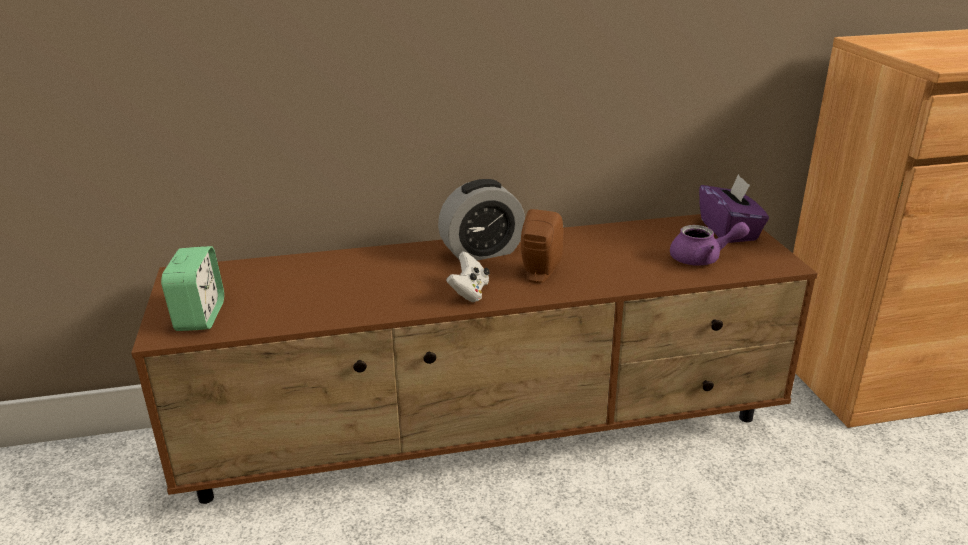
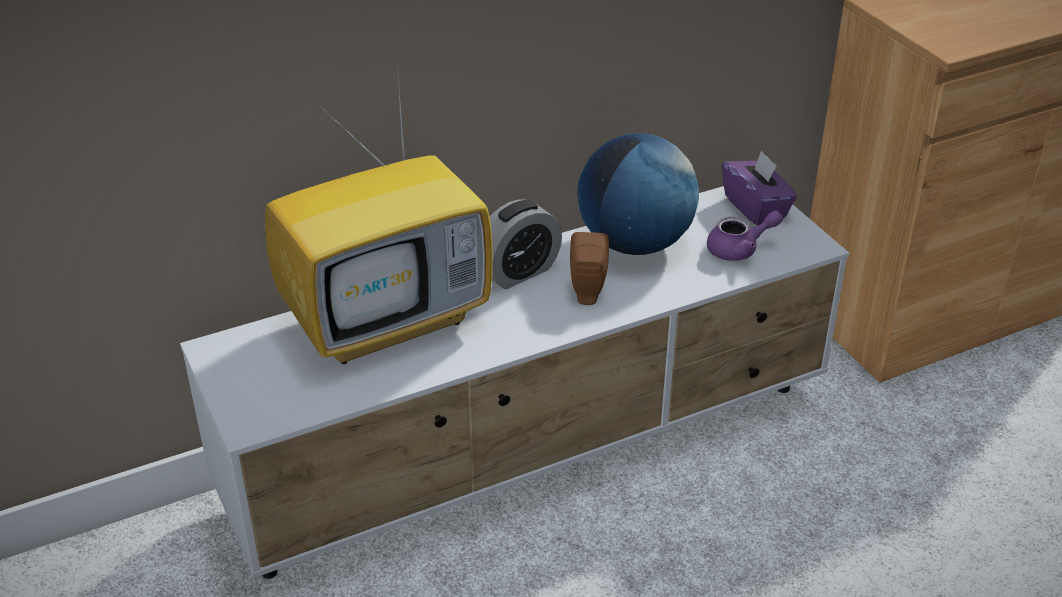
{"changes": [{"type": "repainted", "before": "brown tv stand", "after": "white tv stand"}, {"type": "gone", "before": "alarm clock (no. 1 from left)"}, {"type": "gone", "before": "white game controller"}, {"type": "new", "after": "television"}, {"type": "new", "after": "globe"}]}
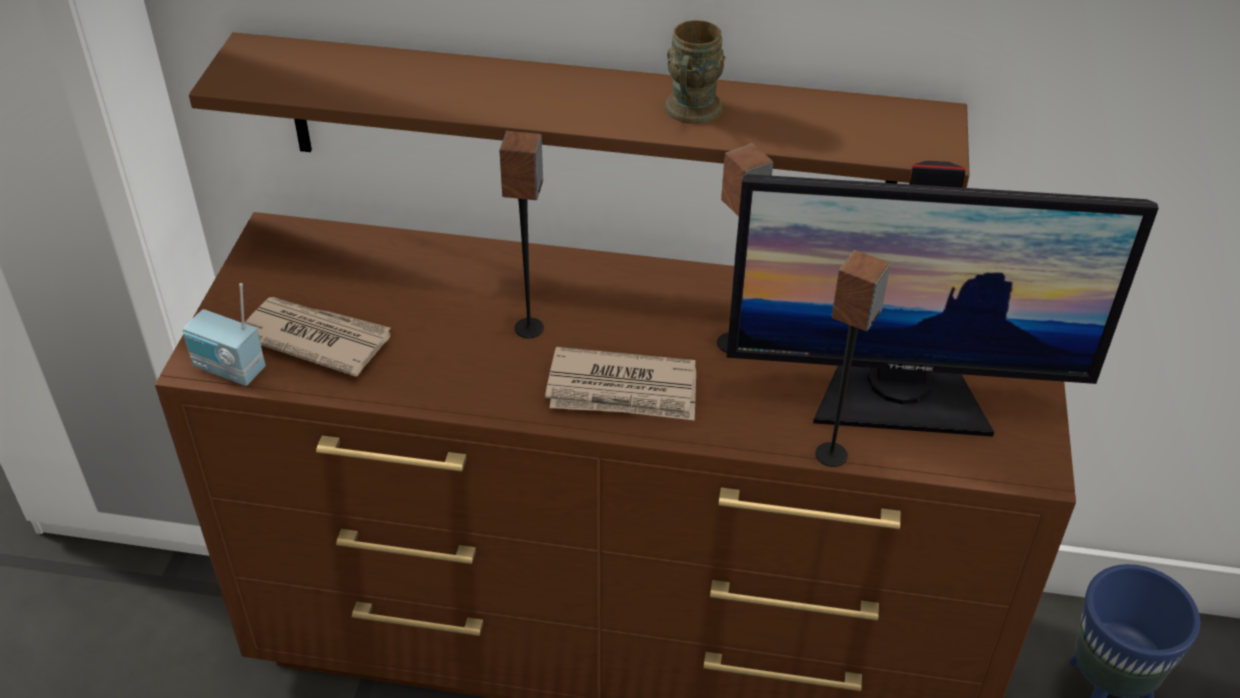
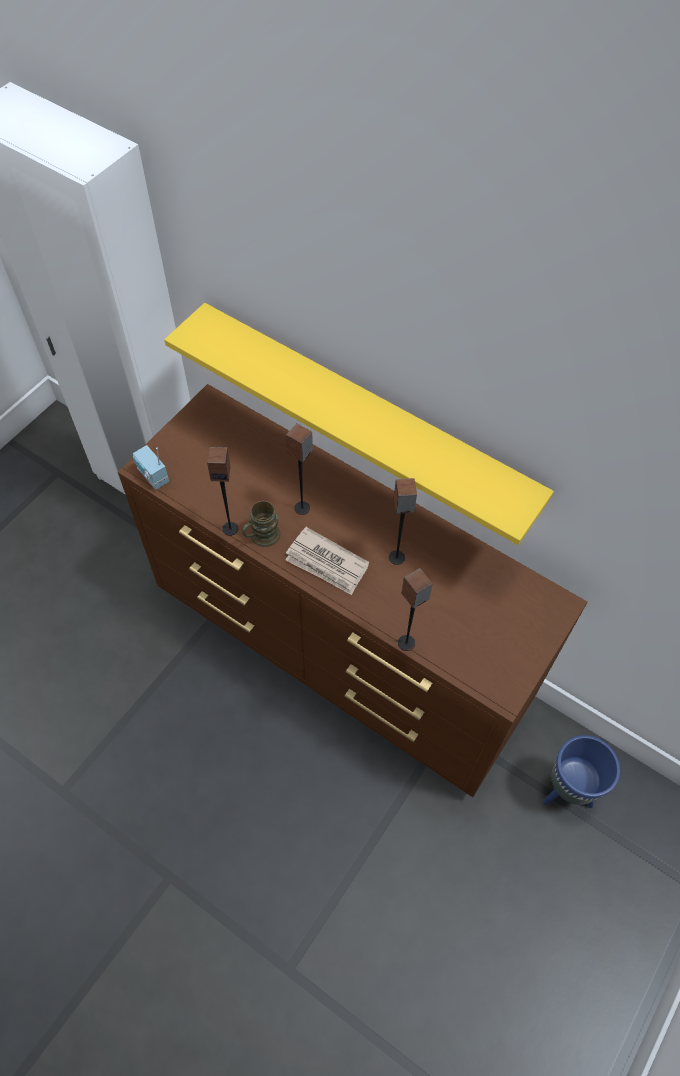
{"changes": [{"type": "repainted", "before": "brown shelf", "after": "yellow shelf"}, {"type": "gone", "before": "newspaper (no. 1 from left)"}, {"type": "shifted", "before": "brown mug"}, {"type": "gone", "before": "monitor"}, {"type": "new", "after": "speaker (no. 1 from left)"}]}
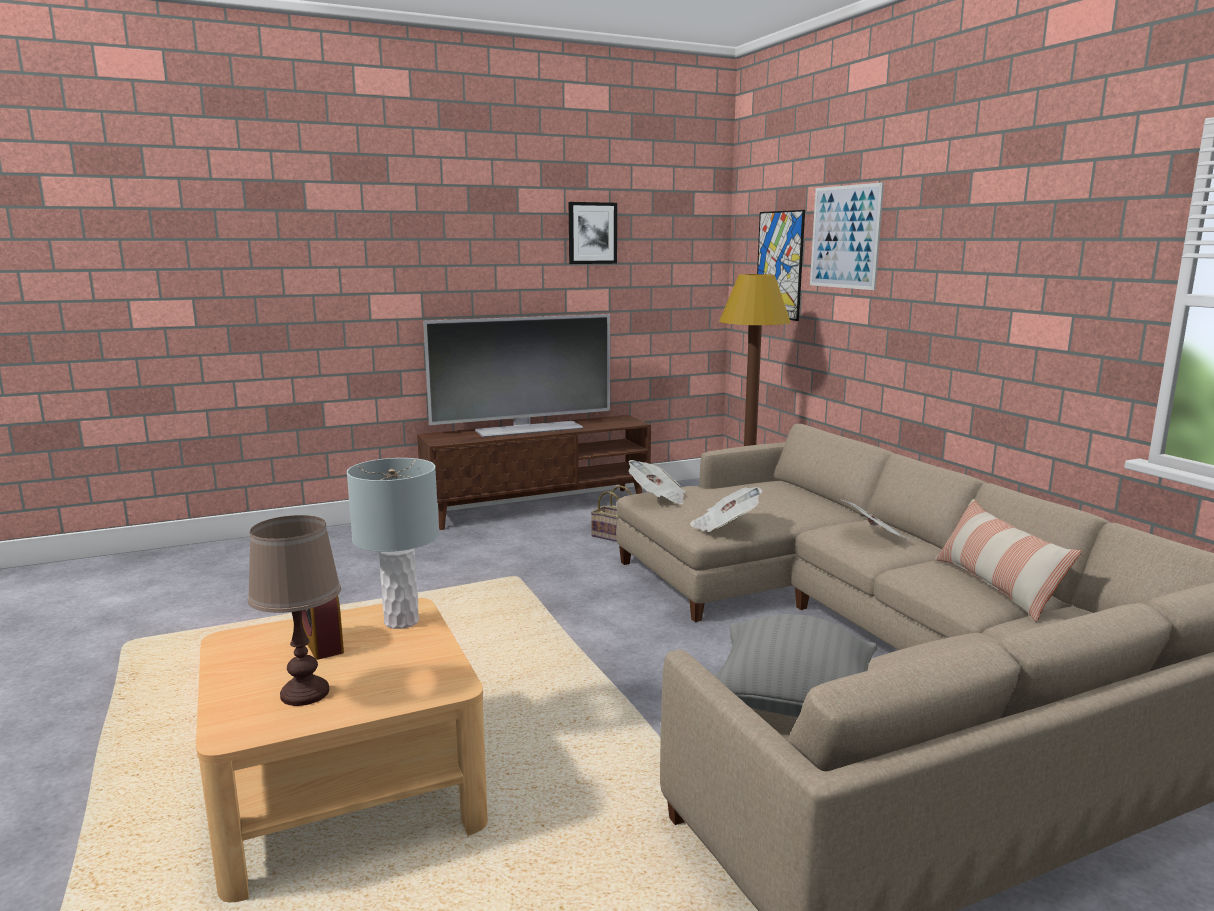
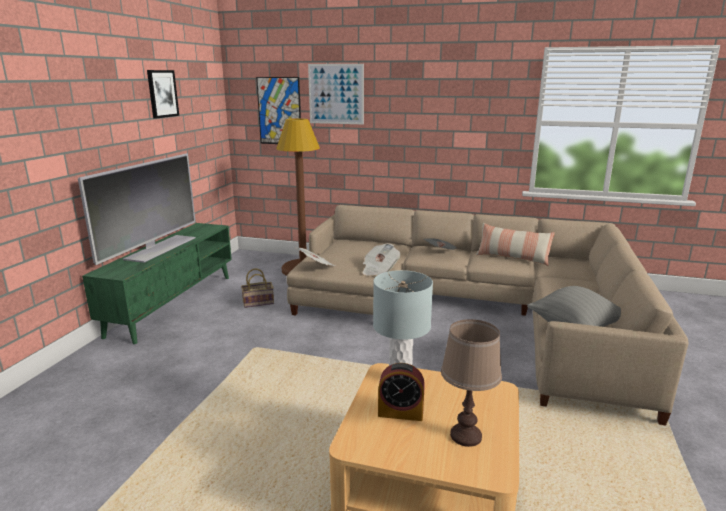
{"changes": [{"type": "repainted", "before": "brown tv stand", "after": "green tv stand"}]}
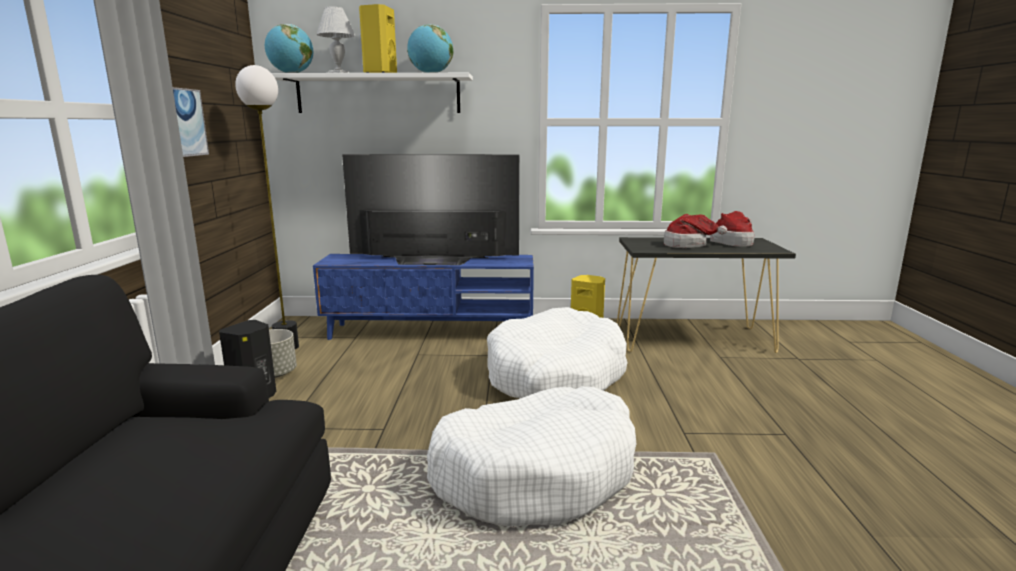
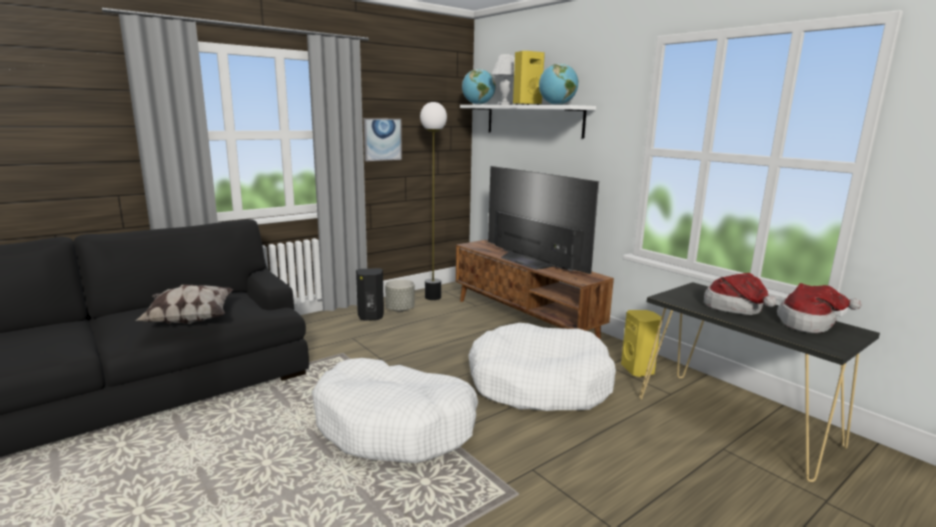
{"changes": [{"type": "repainted", "before": "blue tv stand", "after": "brown tv stand"}, {"type": "new", "after": "pillow"}]}
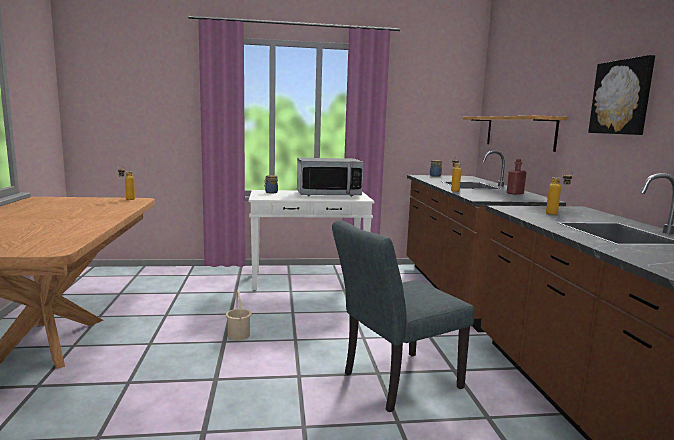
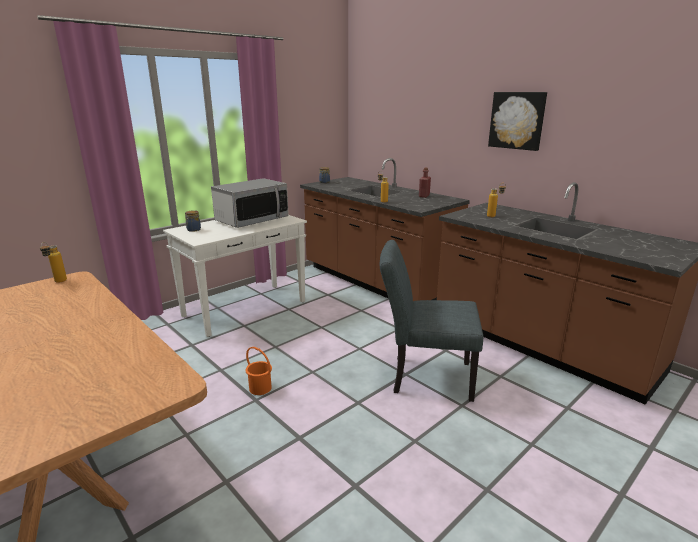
{"changes": [{"type": "repainted", "before": "beige bucket", "after": "orange bucket"}, {"type": "rotated", "before": "grey chair", "turn": 75}, {"type": "gone", "before": "shelf"}]}
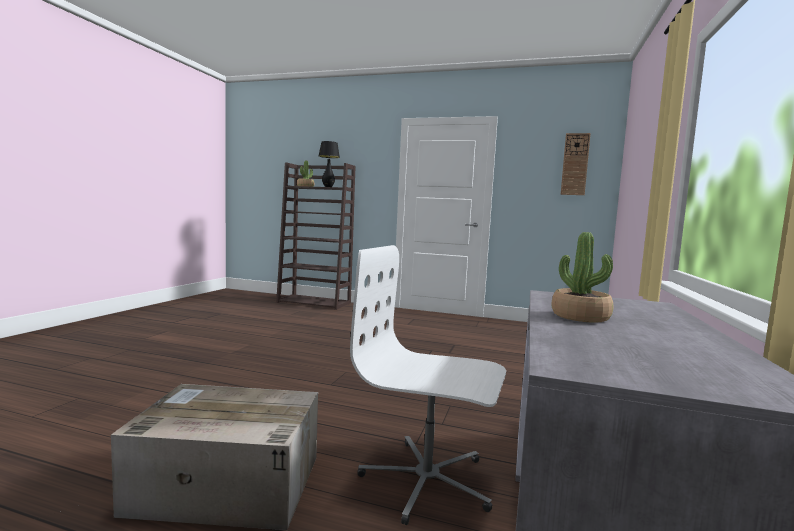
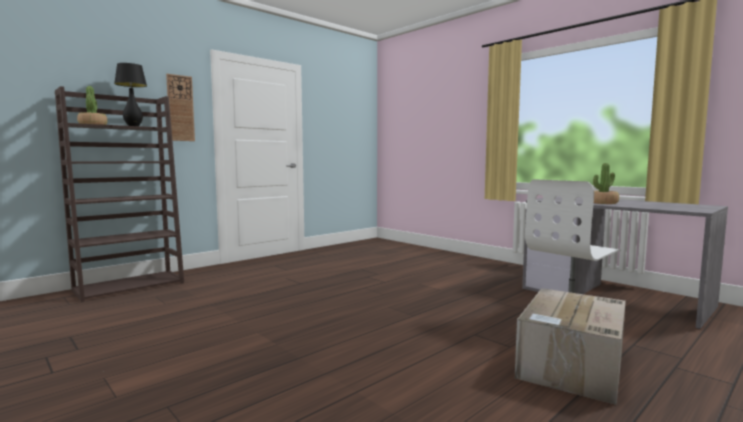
{"changes": [{"type": "shifted", "before": "wall clock"}]}
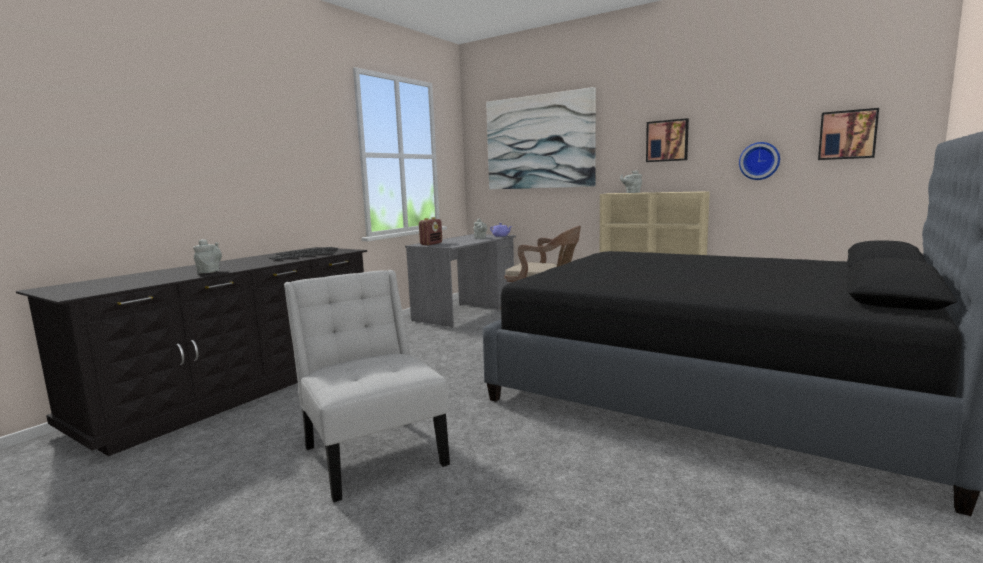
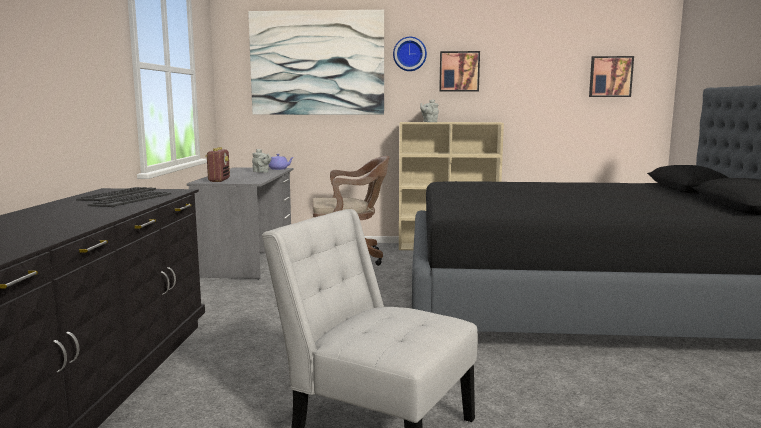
{"changes": [{"type": "gone", "before": "grey teapot (no. 1 from left)"}, {"type": "shifted", "before": "wall clock"}]}
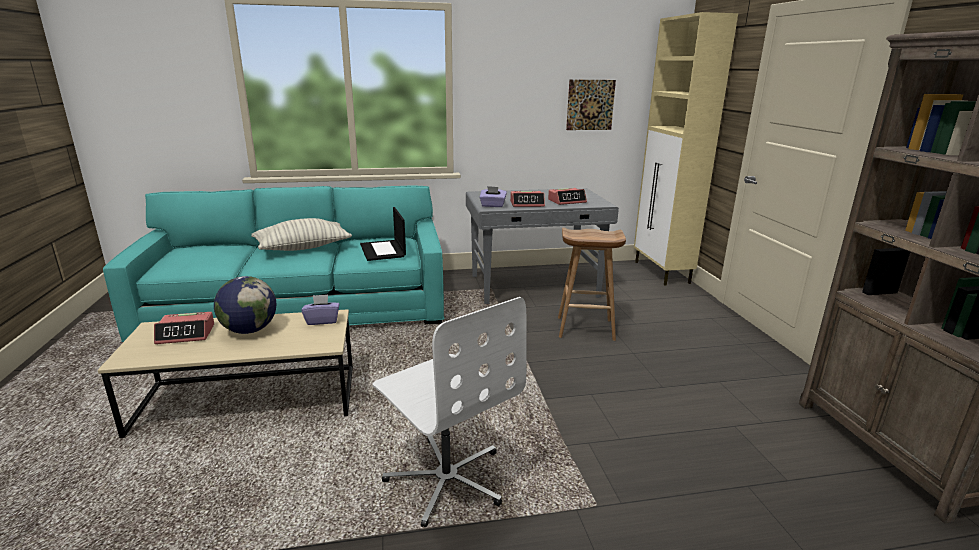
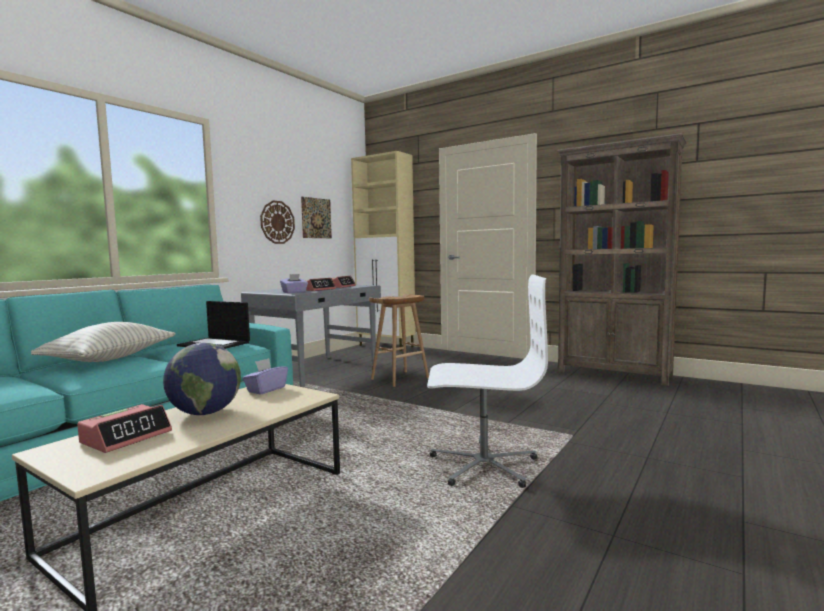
{"changes": [{"type": "new", "after": "wall clock"}]}
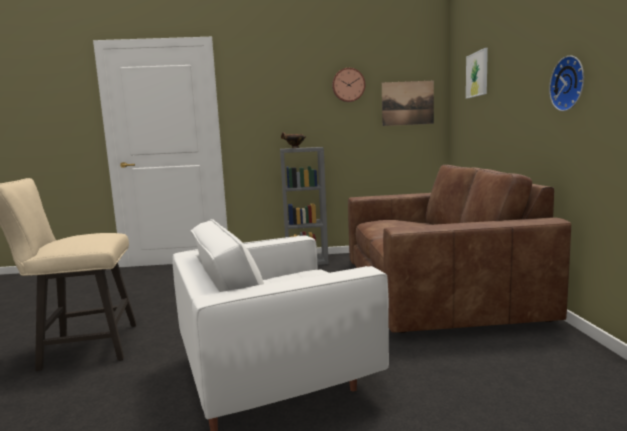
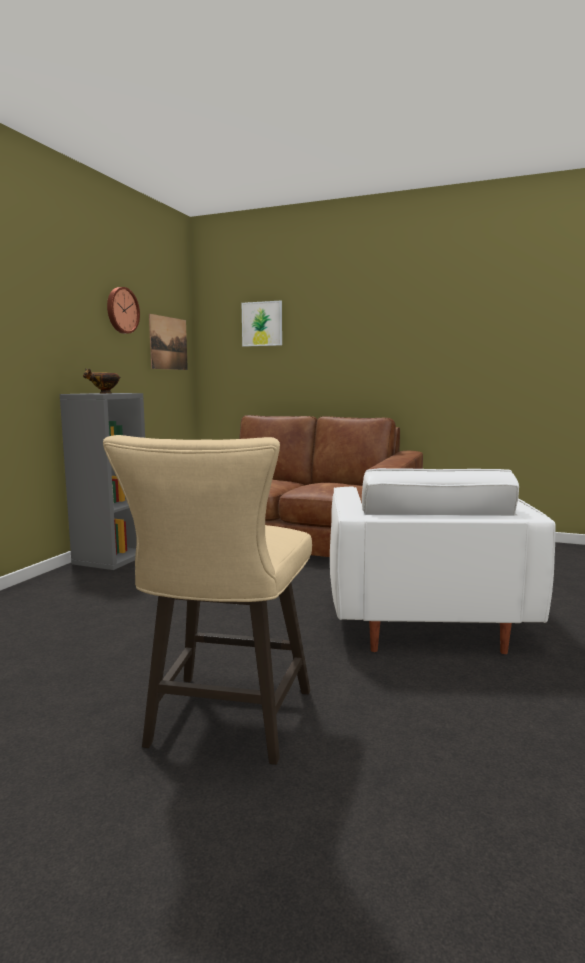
{"changes": [{"type": "gone", "before": "wall clock (no. 2 from left)"}]}
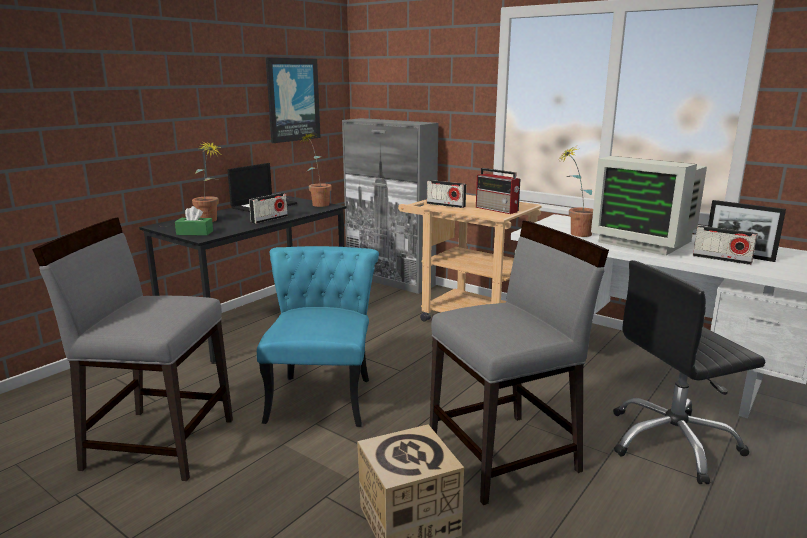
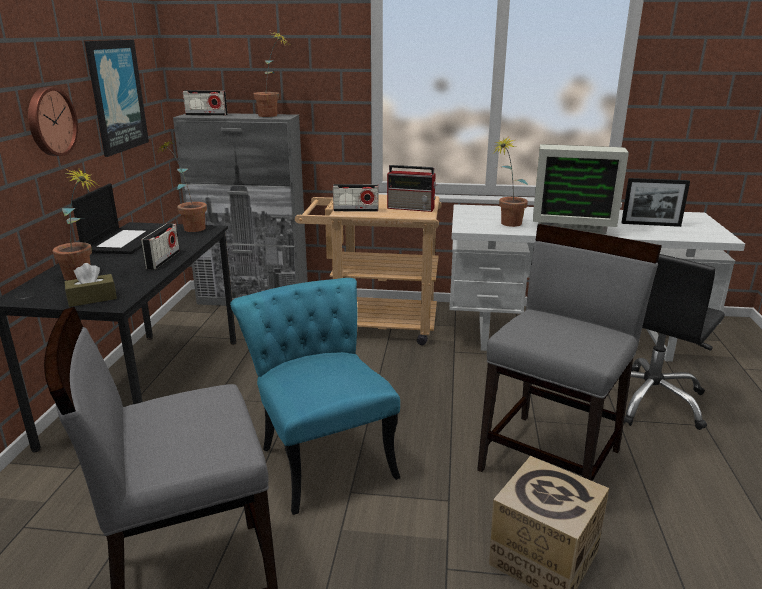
{"changes": [{"type": "repainted", "before": "green tissue box", "after": "brown tissue box"}, {"type": "shifted", "before": "radio (no. 4 from left in the first image)", "after": "radio (no. 2 from left)"}, {"type": "new", "after": "wall clock"}, {"type": "new", "after": "potted plant (no. 3 from left)"}]}
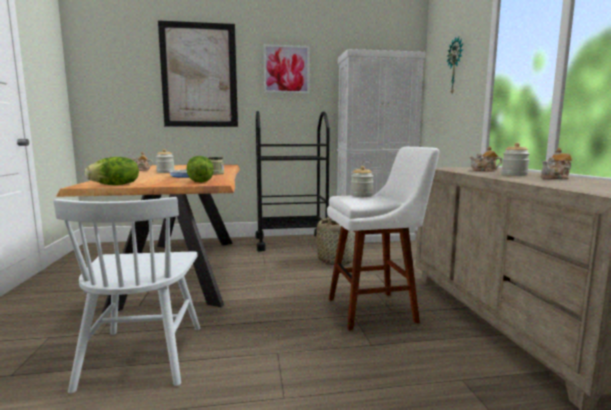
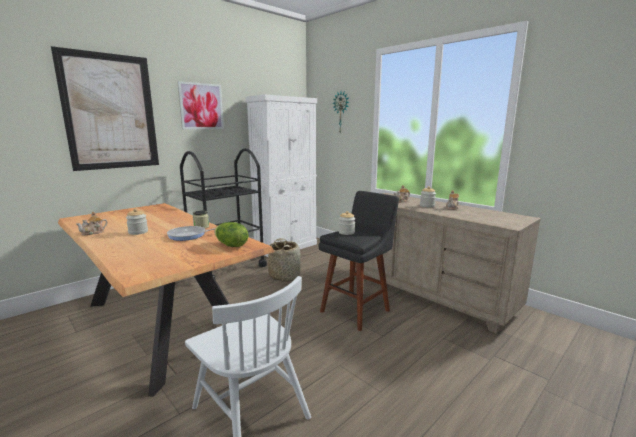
{"changes": [{"type": "gone", "before": "lettuce (no. 1 from left)"}, {"type": "repainted", "before": "white stool", "after": "black stool"}]}
